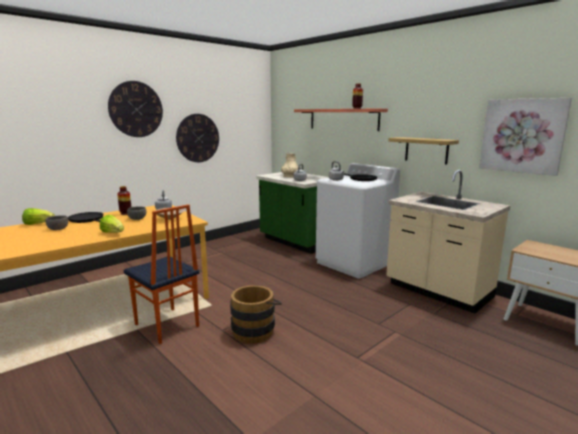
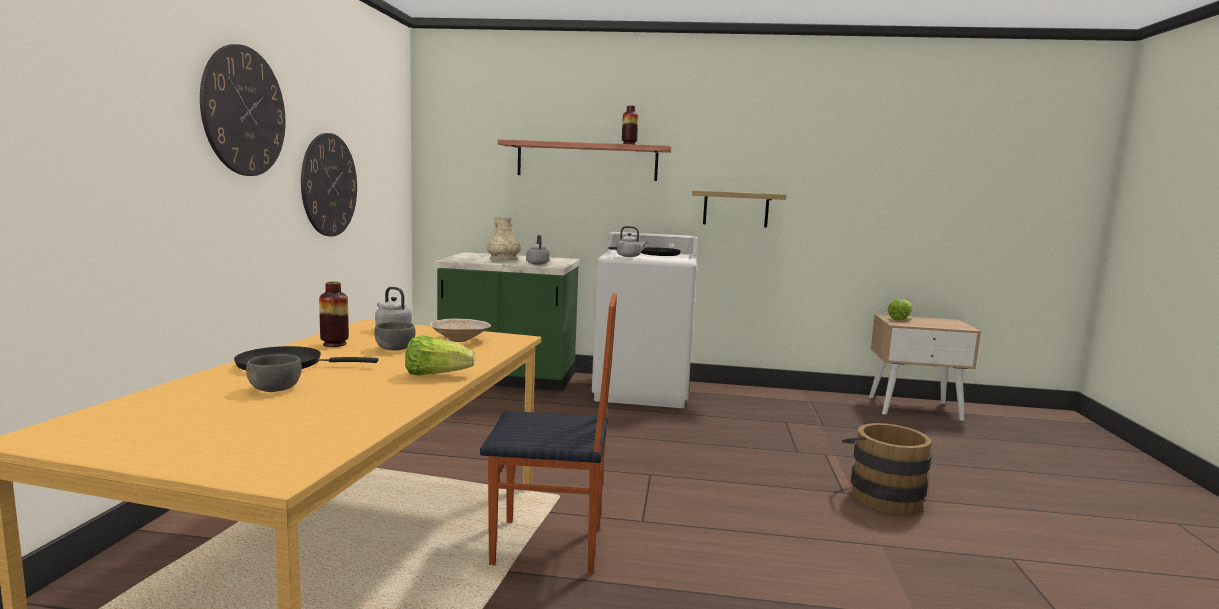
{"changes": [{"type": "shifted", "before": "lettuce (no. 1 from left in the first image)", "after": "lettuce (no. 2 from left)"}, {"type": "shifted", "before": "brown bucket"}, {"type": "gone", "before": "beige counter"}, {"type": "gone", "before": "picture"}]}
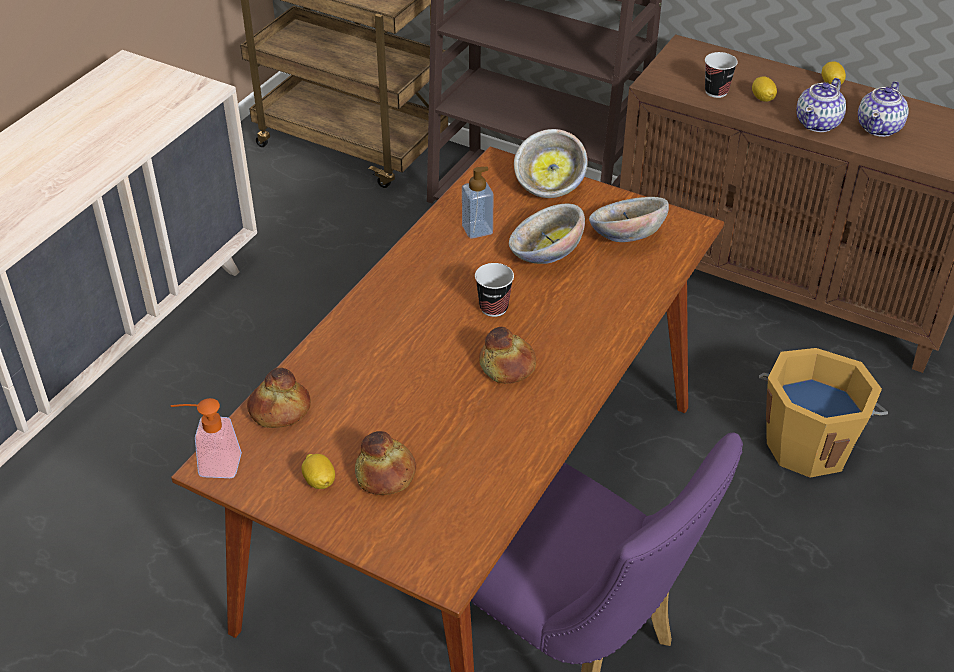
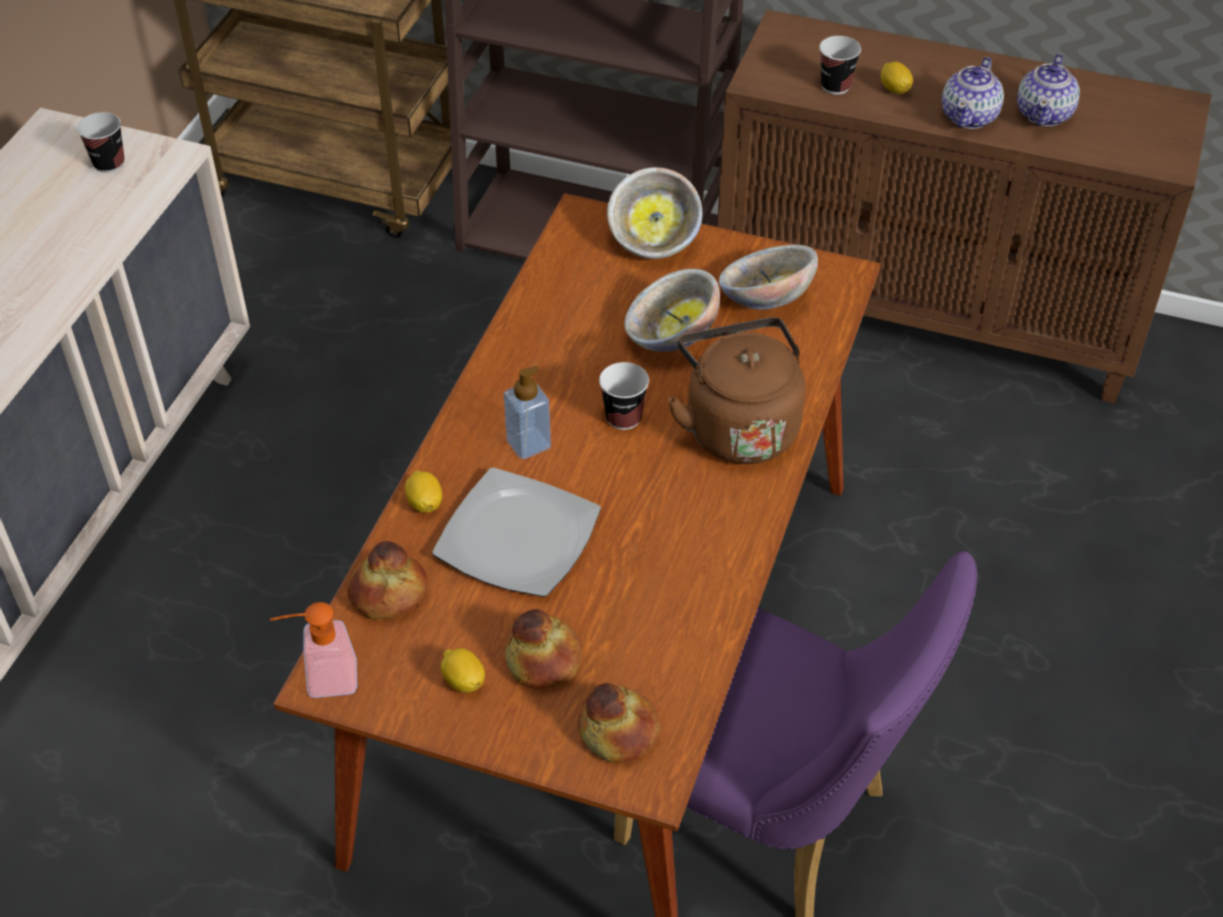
{"changes": [{"type": "shifted", "before": "soap dispenser (no. 2 from left)"}, {"type": "shifted", "before": "bread (no. 3 from left)"}, {"type": "gone", "before": "orange bucket"}, {"type": "shifted", "before": "lemon (no. 3 from left in the first image)", "after": "lemon (no. 1 from left)"}, {"type": "new", "after": "cup (no. 1 from left)"}, {"type": "new", "after": "plate"}, {"type": "new", "after": "brown kettle"}]}
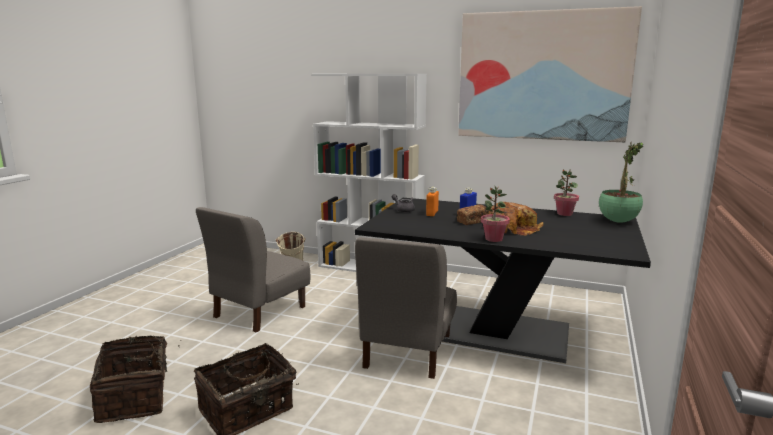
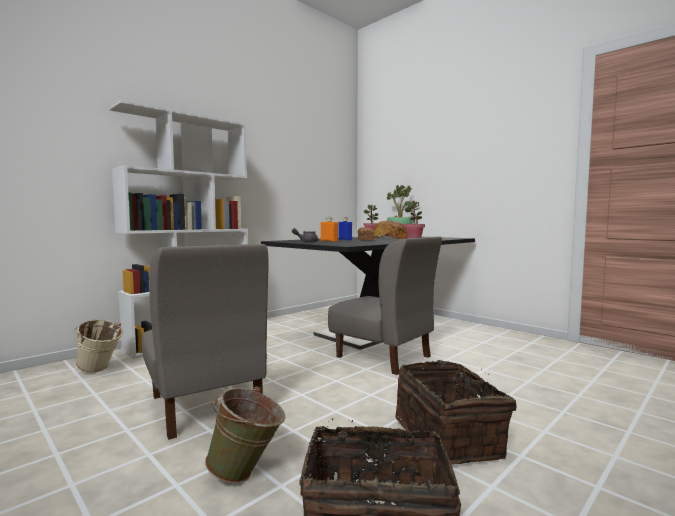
{"changes": [{"type": "gone", "before": "picture"}, {"type": "new", "after": "green bucket"}]}
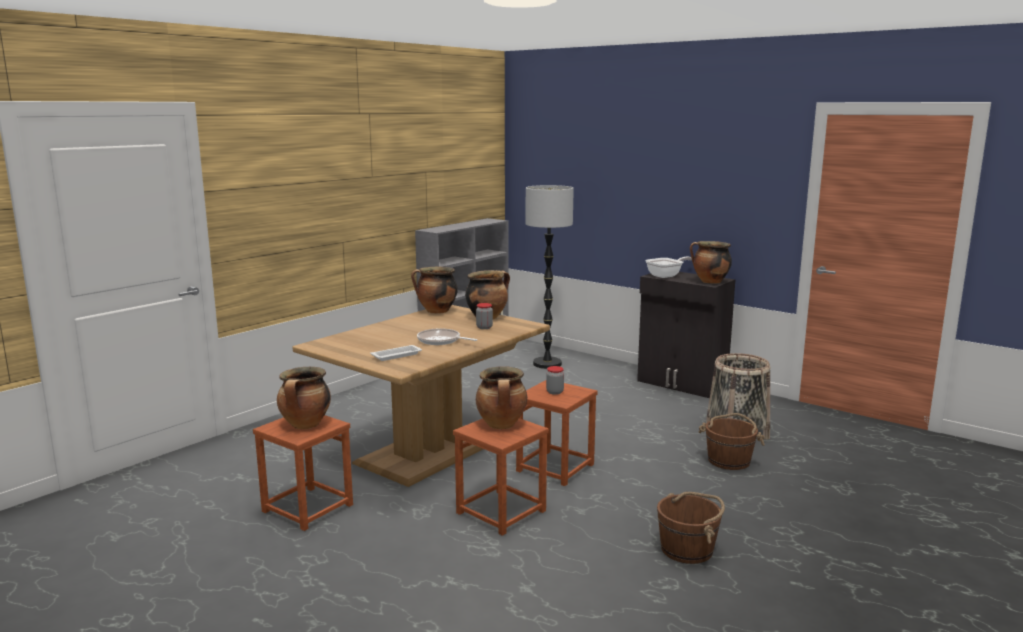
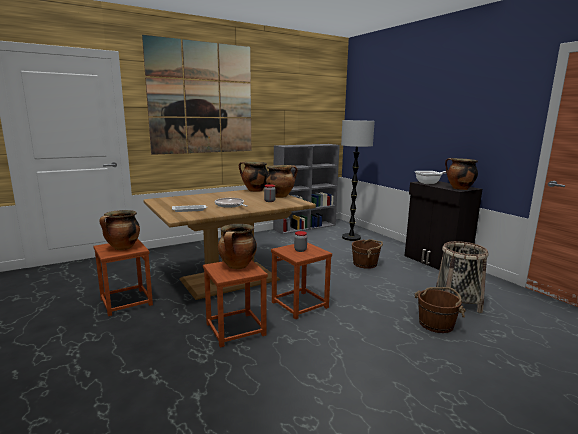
{"changes": [{"type": "shifted", "before": "brown bucket (no. 1 from left)"}, {"type": "new", "after": "picture"}]}
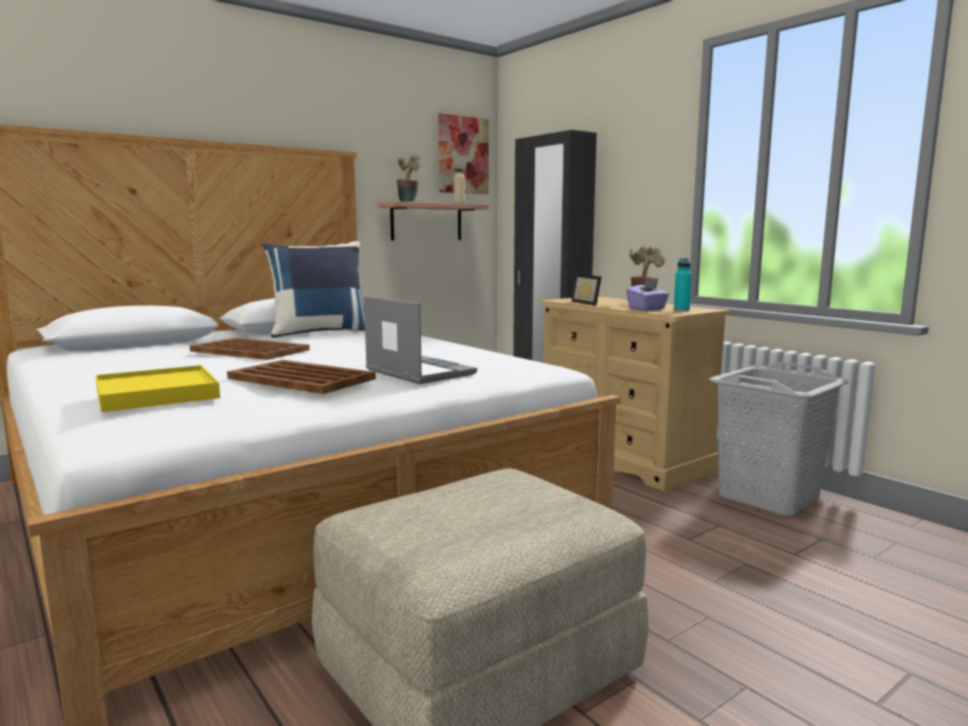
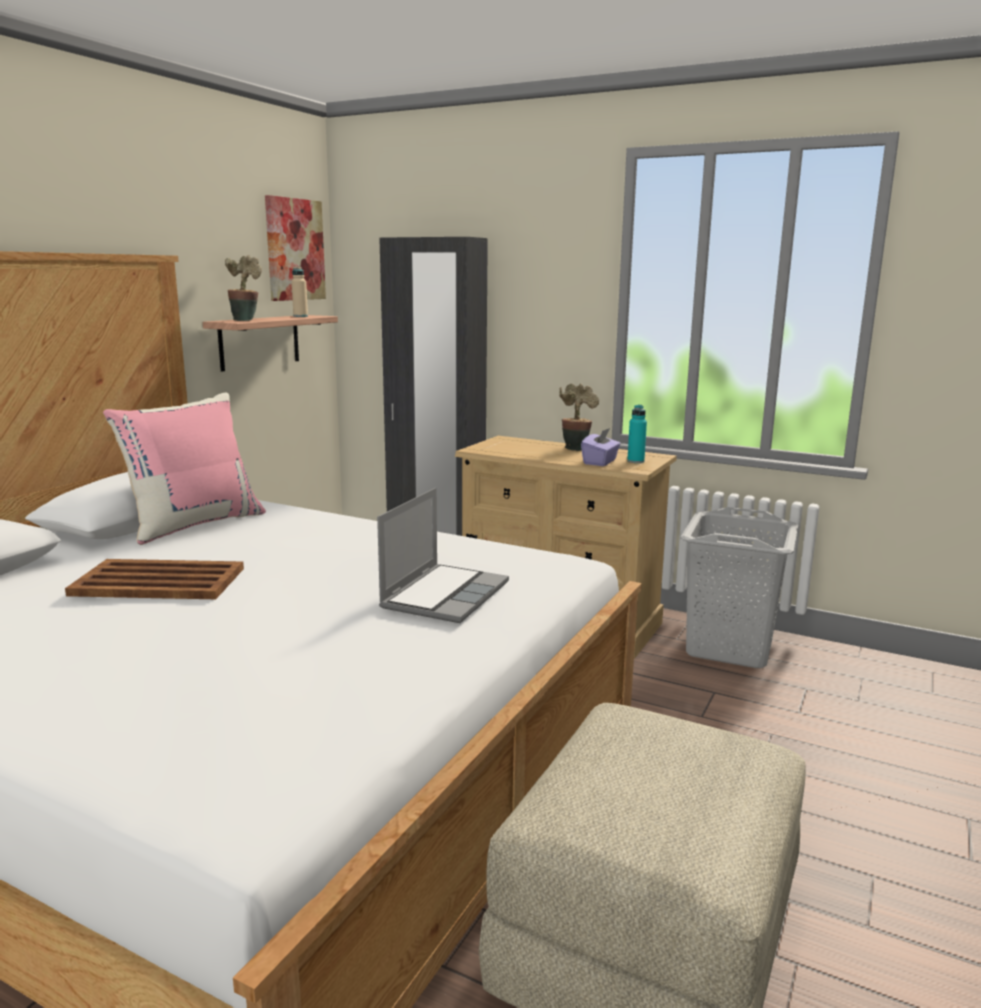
{"changes": [{"type": "gone", "before": "yellow tray"}, {"type": "gone", "before": "brown tray (no. 2 from left)"}, {"type": "repainted", "before": "blue pillow", "after": "pink pillow"}, {"type": "rotated", "before": "laptop", "turn": 90}, {"type": "gone", "before": "picture frame"}]}
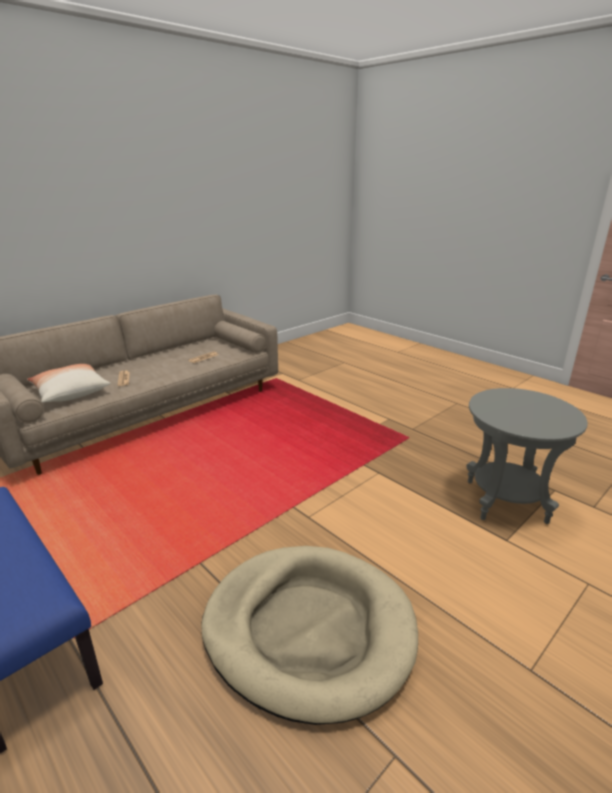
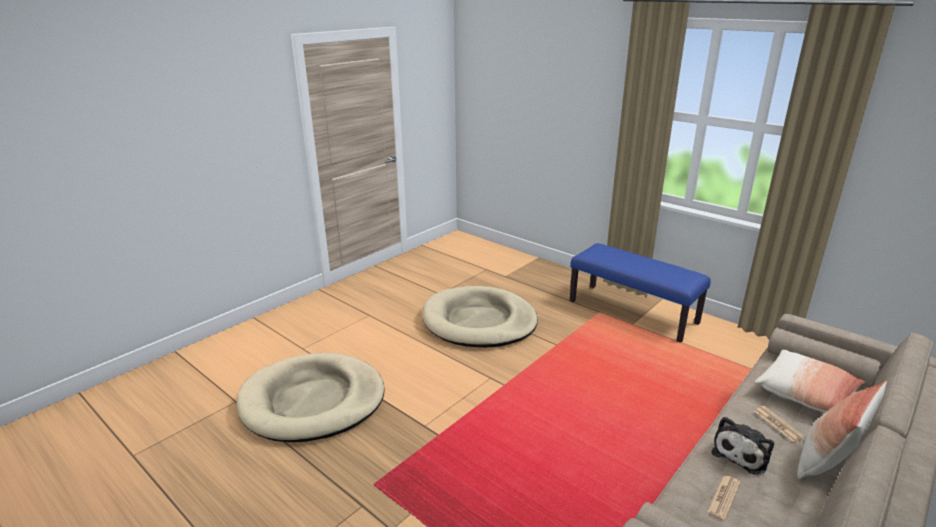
{"changes": [{"type": "swapped", "before": "grey side table", "after": "beige dog bed (no. 1 from left)"}, {"type": "new", "after": "plush toy"}, {"type": "new", "after": "pillow (no. 2 from left)"}]}
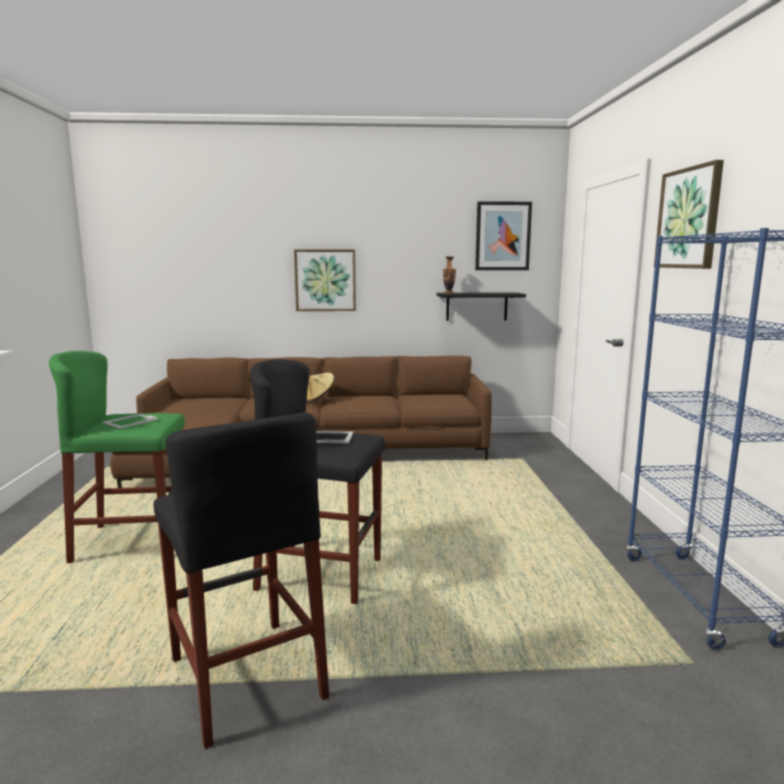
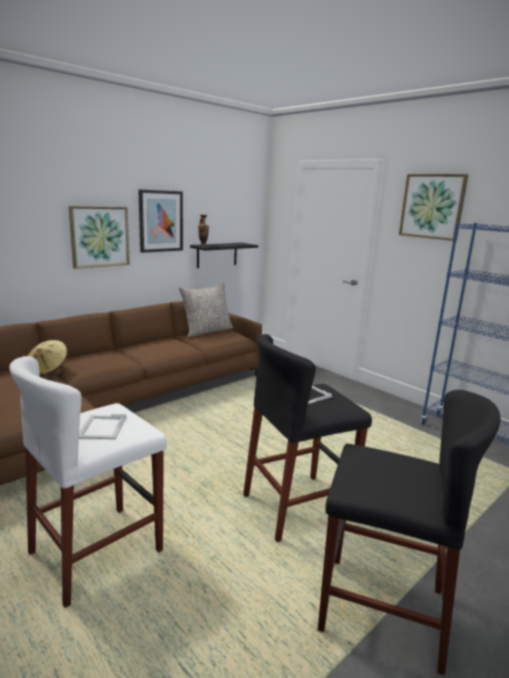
{"changes": [{"type": "repainted", "before": "green stool", "after": "white stool"}, {"type": "shifted", "before": "beige hat"}, {"type": "shifted", "before": "picture (no. 2 from left)"}, {"type": "new", "after": "grey pillow"}]}
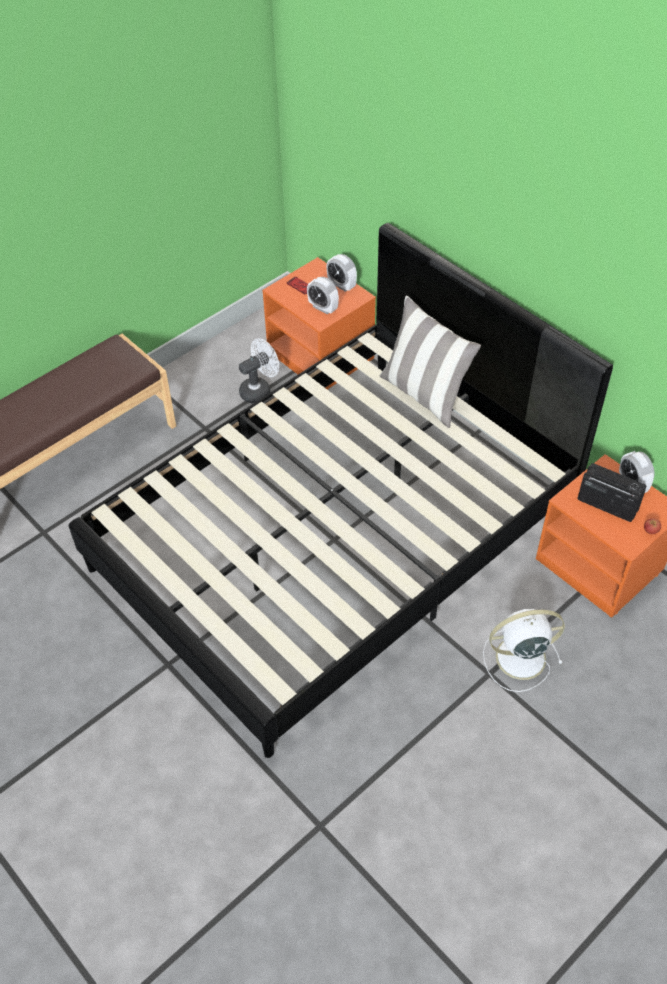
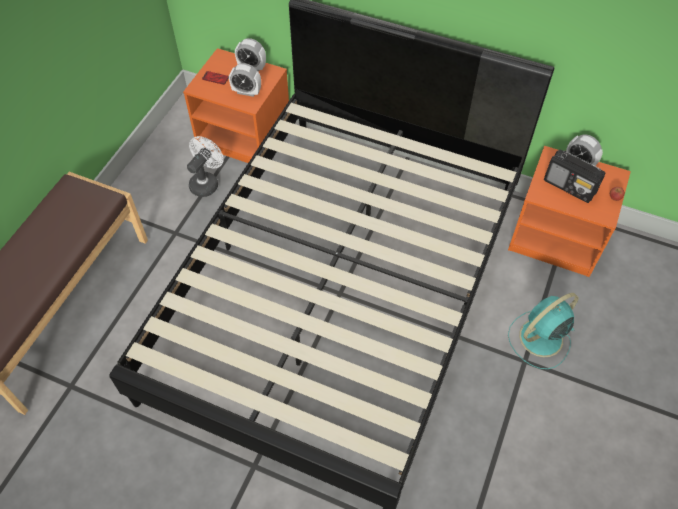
{"changes": [{"type": "gone", "before": "pillow"}, {"type": "repainted", "before": "white fan (no. 2 from left)", "after": "turquoise fan"}, {"type": "rotated", "before": "radio", "turn": -150}]}
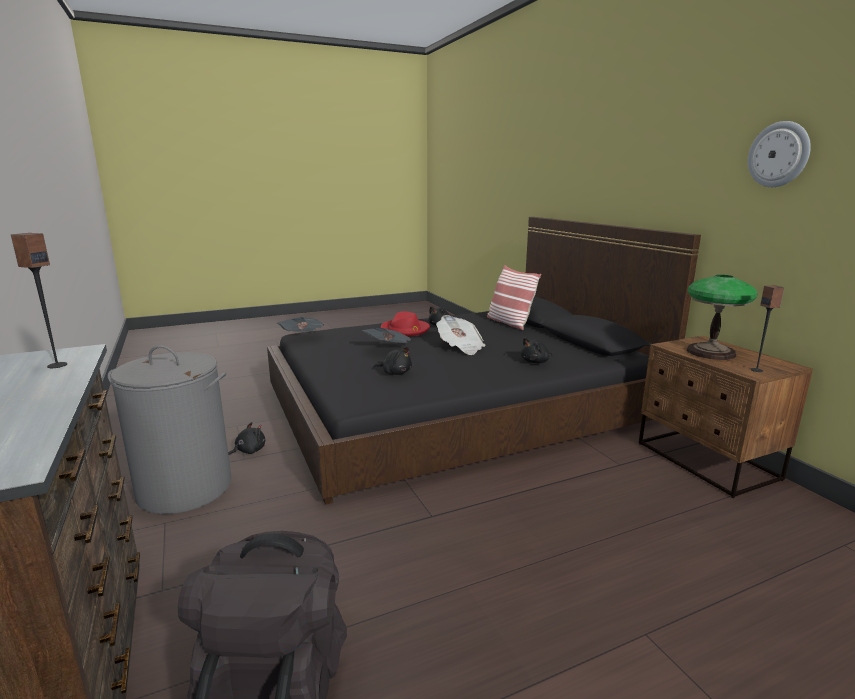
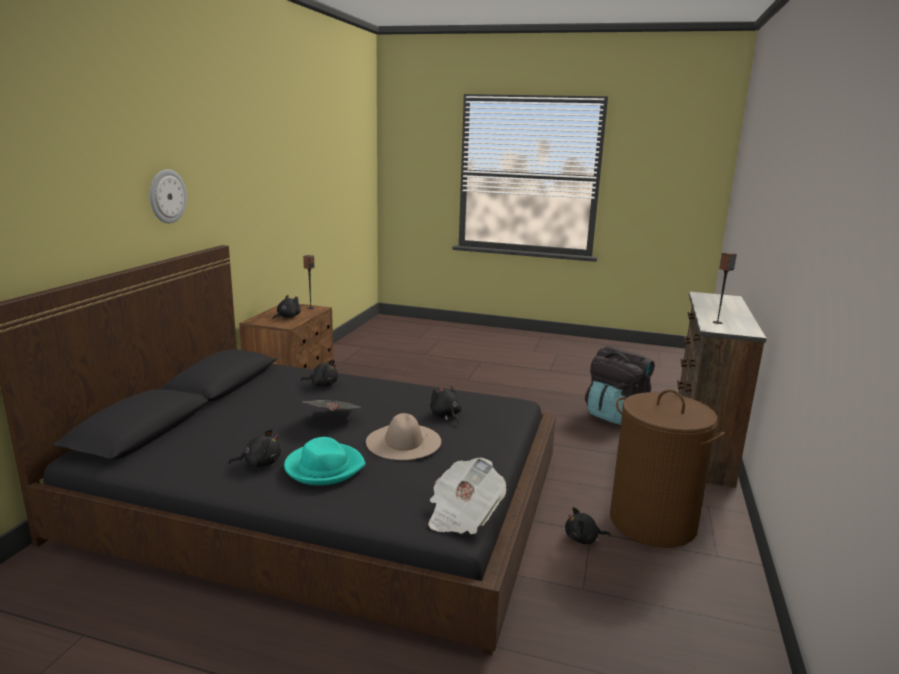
{"changes": [{"type": "repainted", "before": "grey laundry basket", "after": "brown laundry basket"}, {"type": "swapped", "before": "newspaper (no. 2 from left)", "after": "beige hat"}, {"type": "repainted", "before": "red hat", "after": "turquoise hat"}, {"type": "gone", "before": "pillow"}, {"type": "swapped", "before": "table lamp", "after": "black plush toy (no. 2 from left)"}, {"type": "shifted", "before": "wall clock"}]}
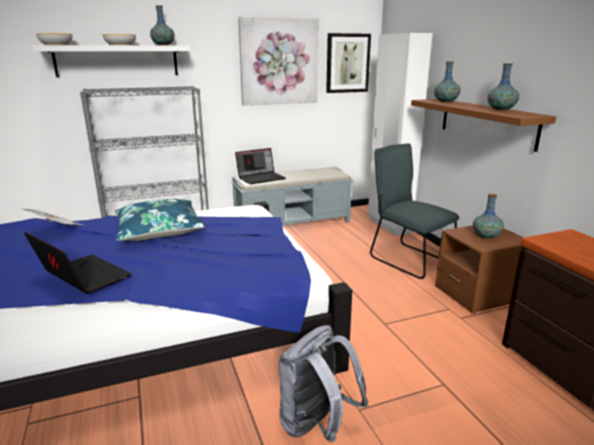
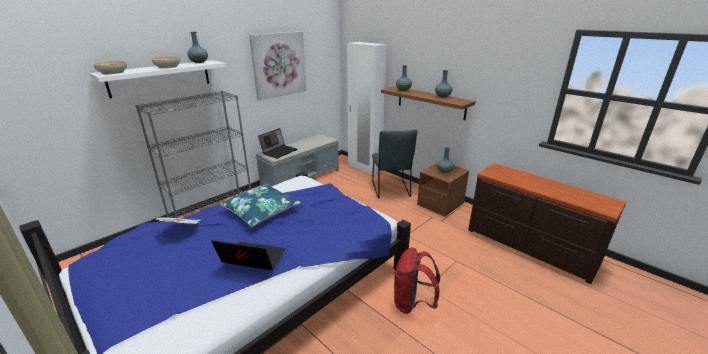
{"changes": [{"type": "repainted", "before": "grey backpack", "after": "red backpack"}, {"type": "gone", "before": "picture (no. 2 from left)"}, {"type": "rotated", "before": "grey chair", "turn": -120}]}
